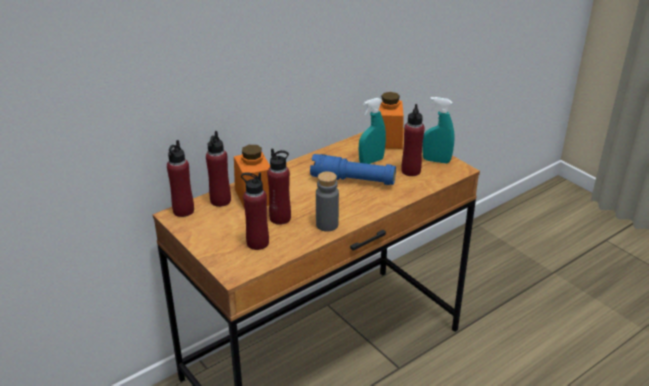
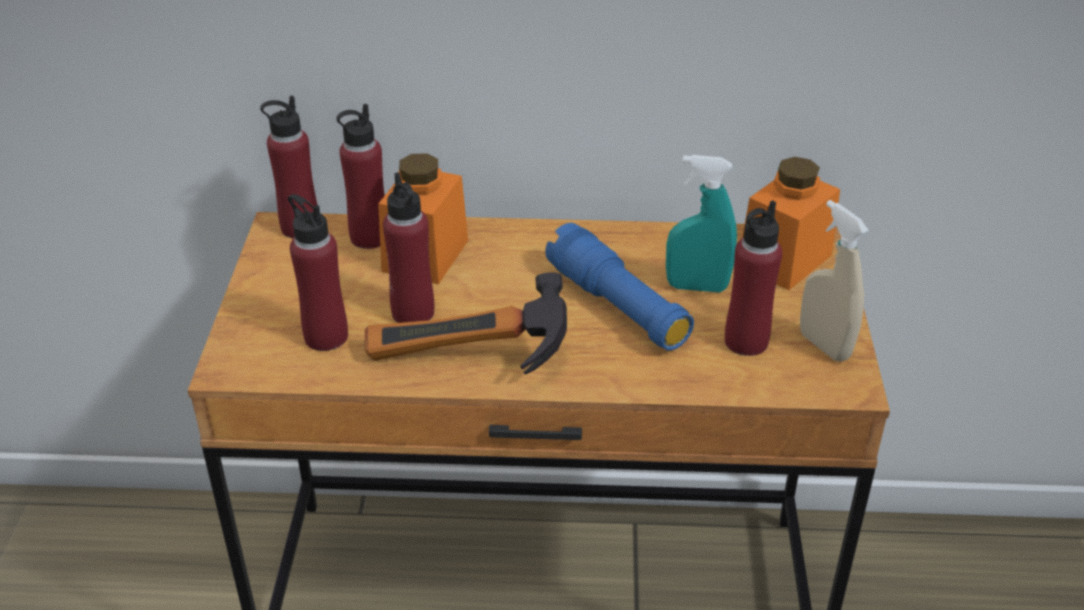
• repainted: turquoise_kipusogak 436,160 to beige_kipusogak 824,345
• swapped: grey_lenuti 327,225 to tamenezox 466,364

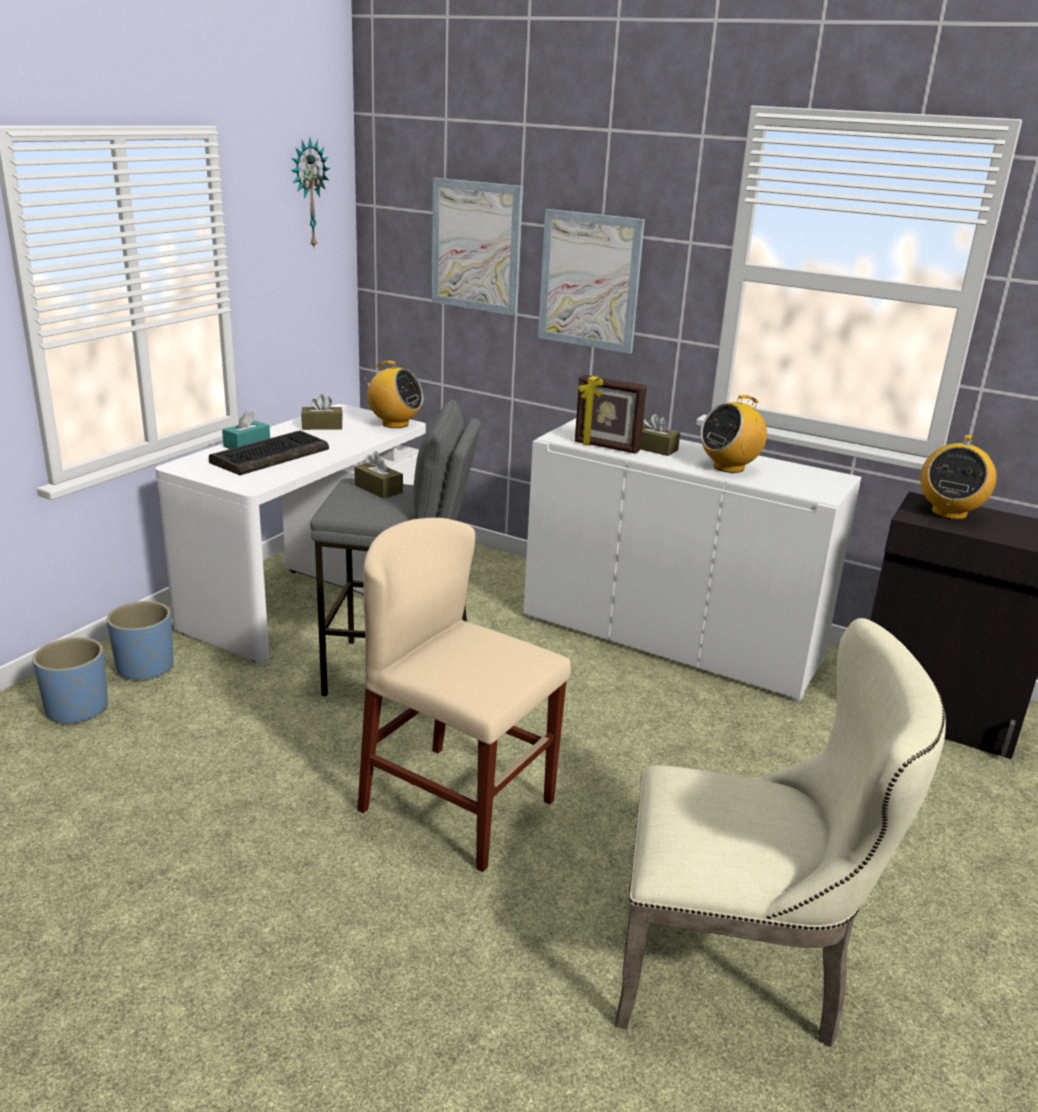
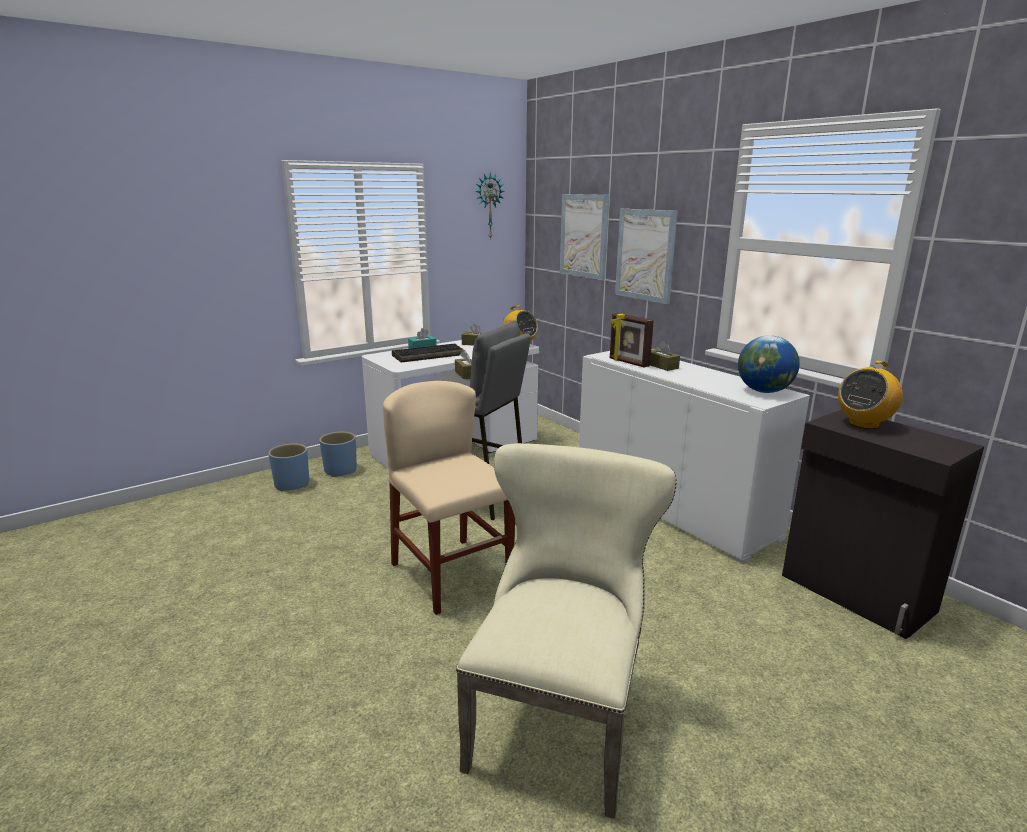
• gone: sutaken 729,467
• rotated: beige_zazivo 740,969 = 559,719 105 degrees counterclockwise
• new: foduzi 764,391

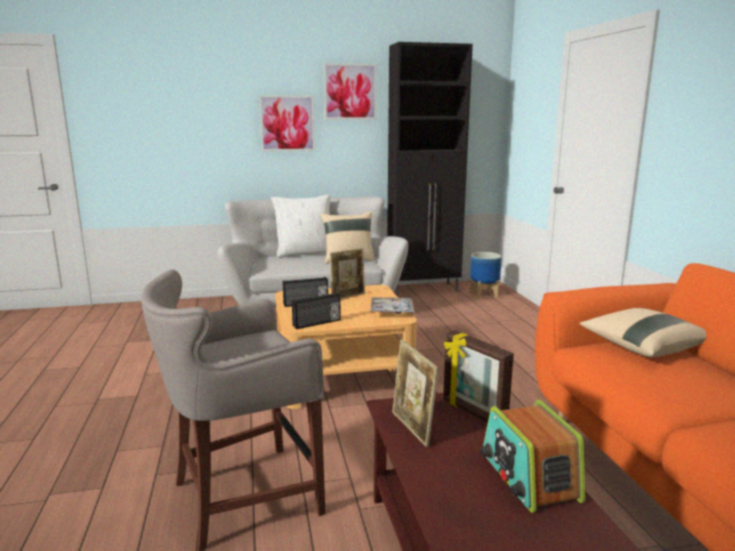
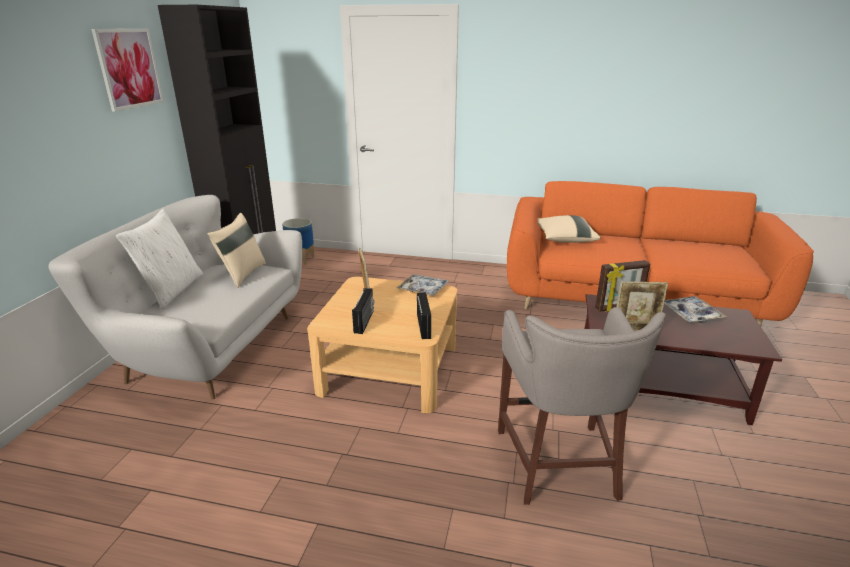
• gone: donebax 287,123
• swapped: sutaken 528,477 to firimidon 691,314

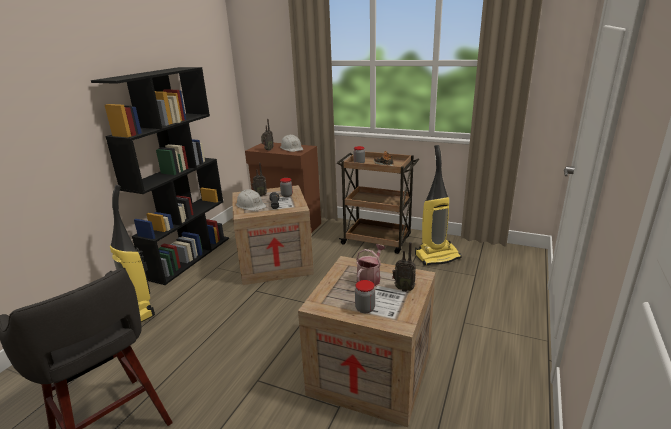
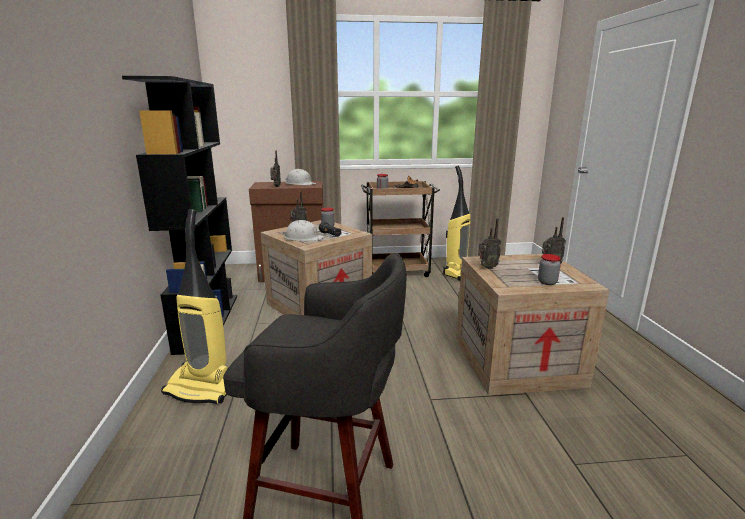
• gone: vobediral 370,278
• new: sutaken 487,267

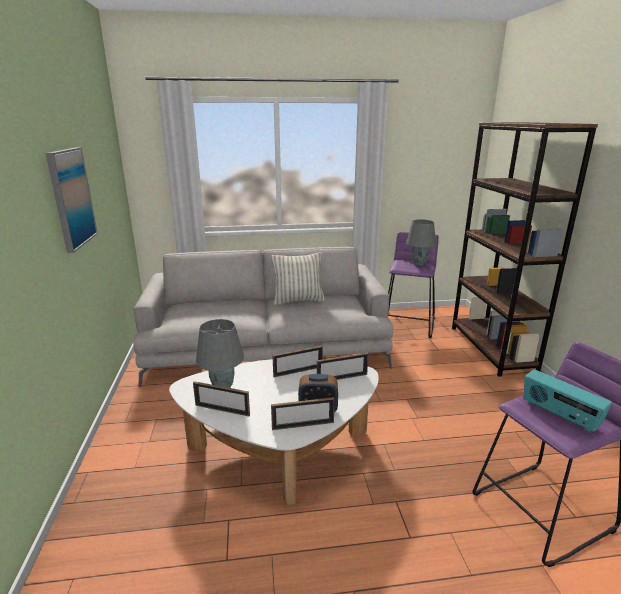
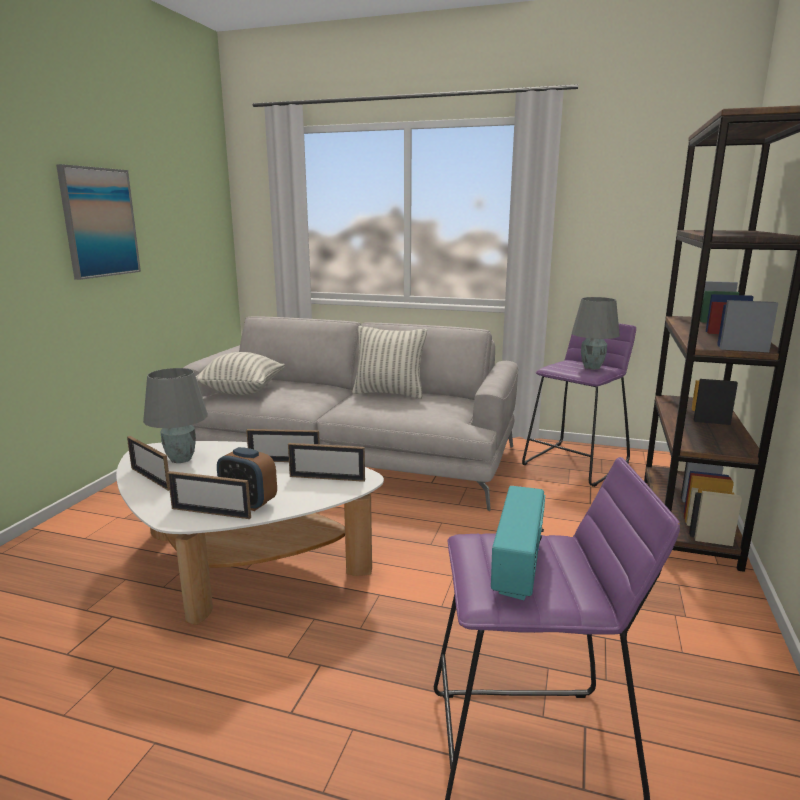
• rotated: sutaken 559,415 = 518,567 150 degrees counterclockwise
• new: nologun 242,391

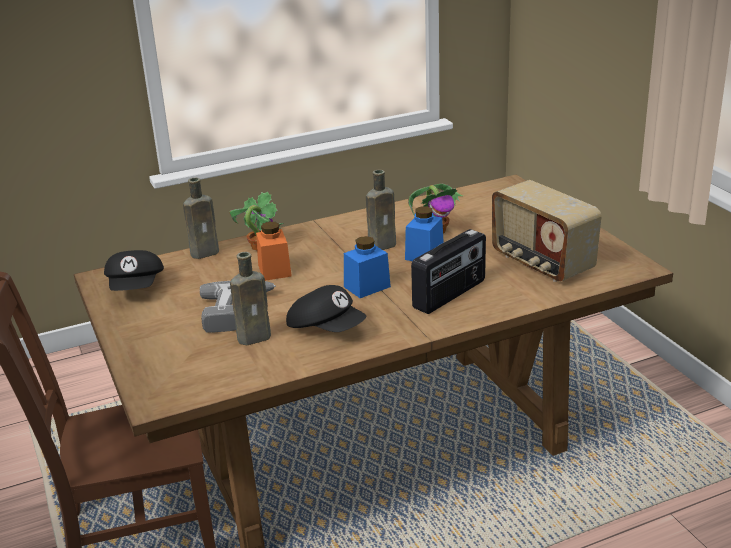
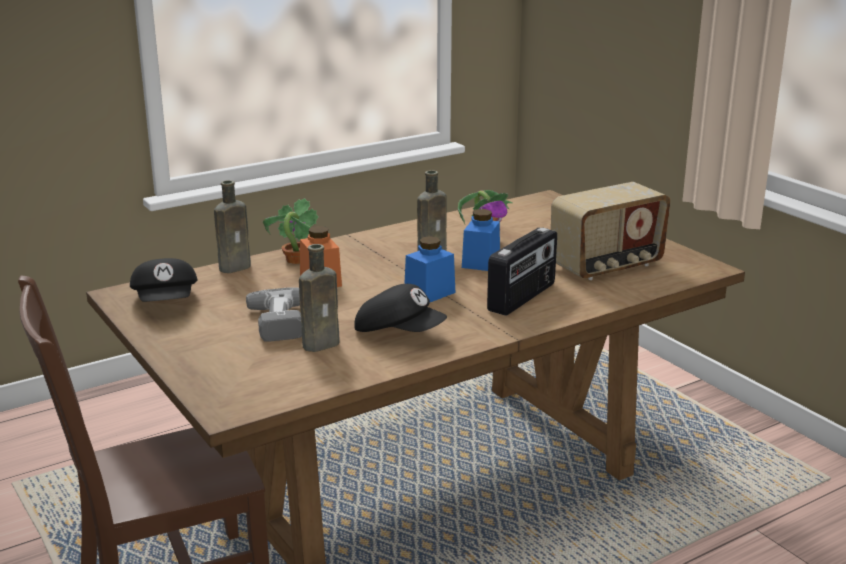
• rotated: sutaken 541,263 = 607,267 75 degrees counterclockwise

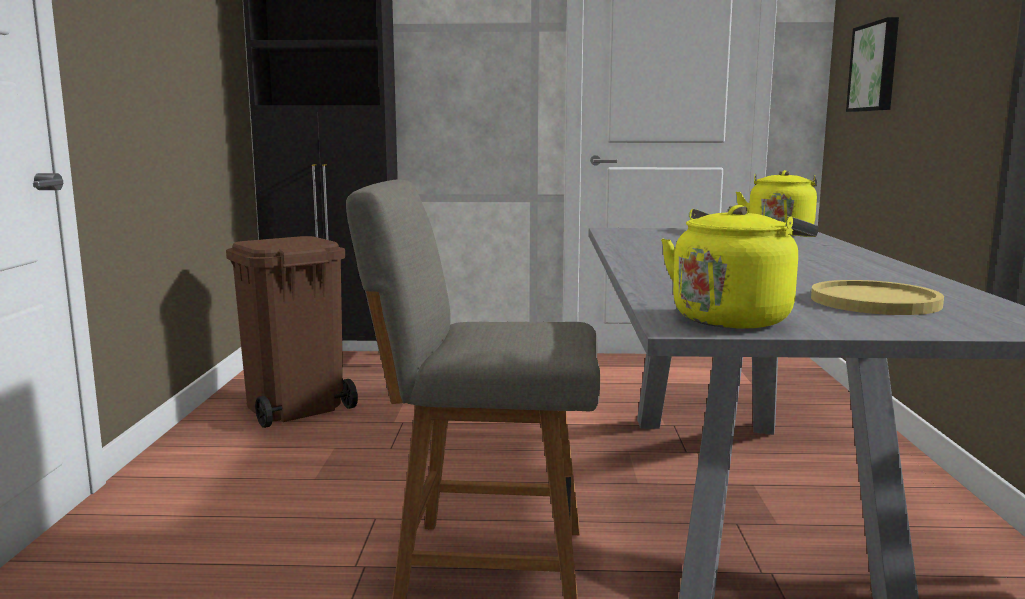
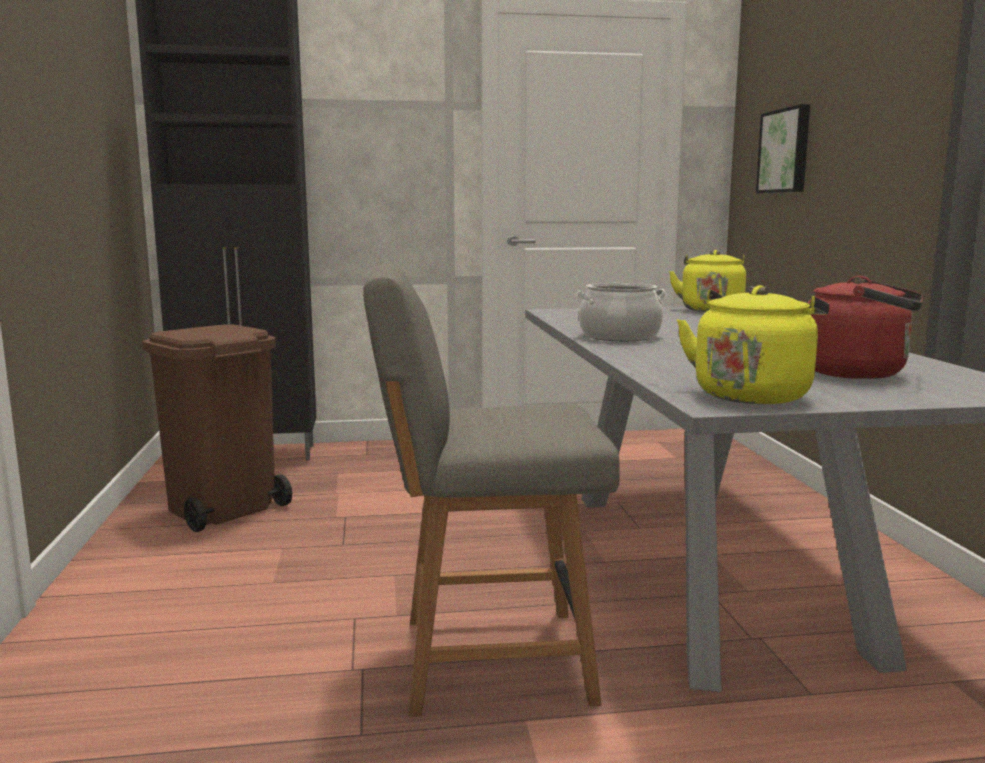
• swapped: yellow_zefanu 874,301 to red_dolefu 859,373
• new: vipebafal 619,336

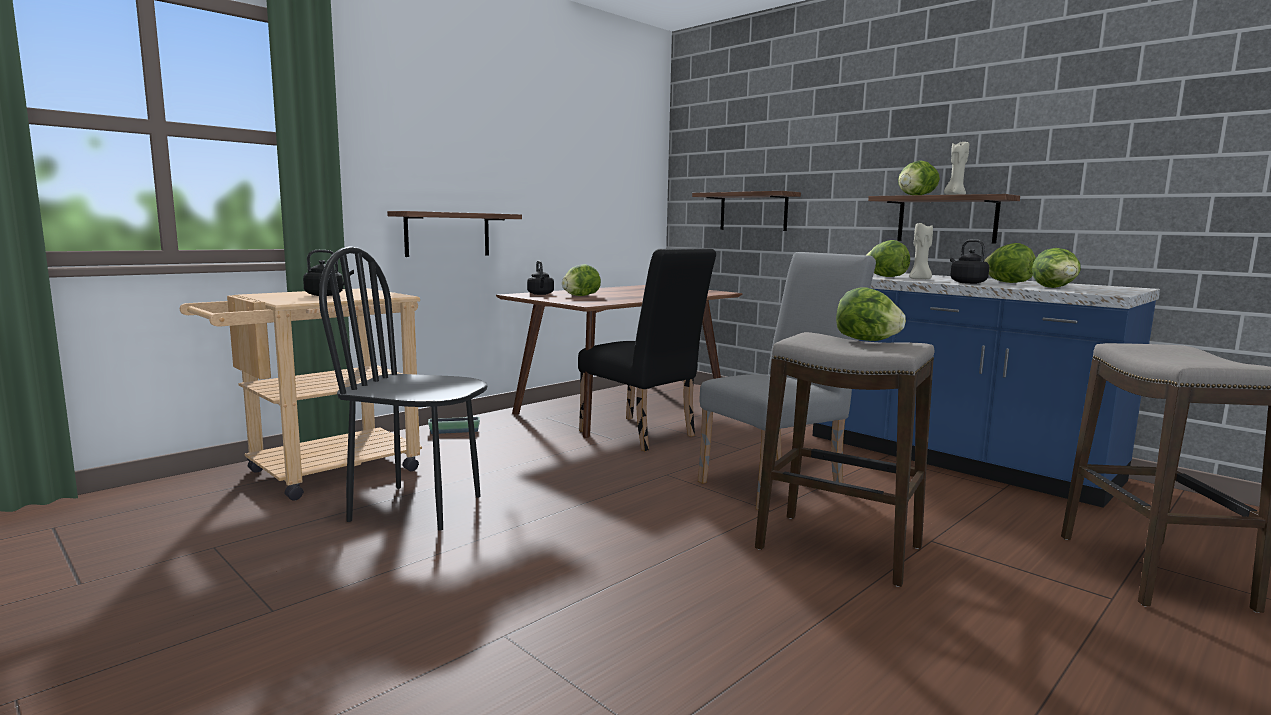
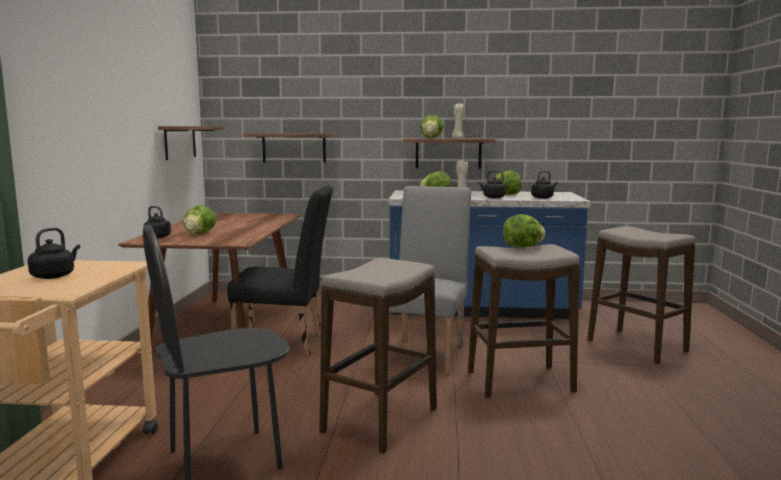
• shifted: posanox 447,234 to 180,142
• swapped: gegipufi 1055,288 to black_dolefu 543,197
• gone: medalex 454,431
• new: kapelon 379,421

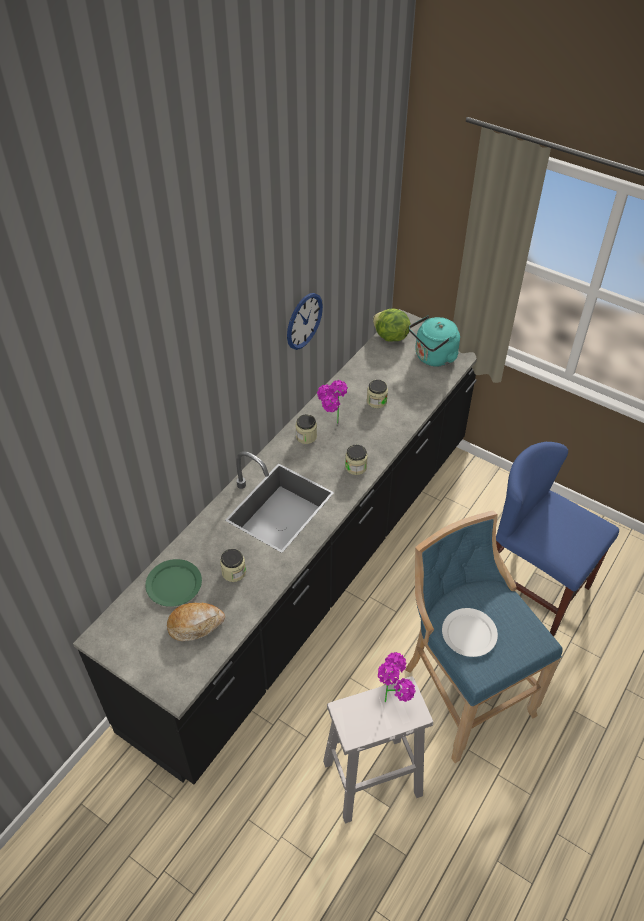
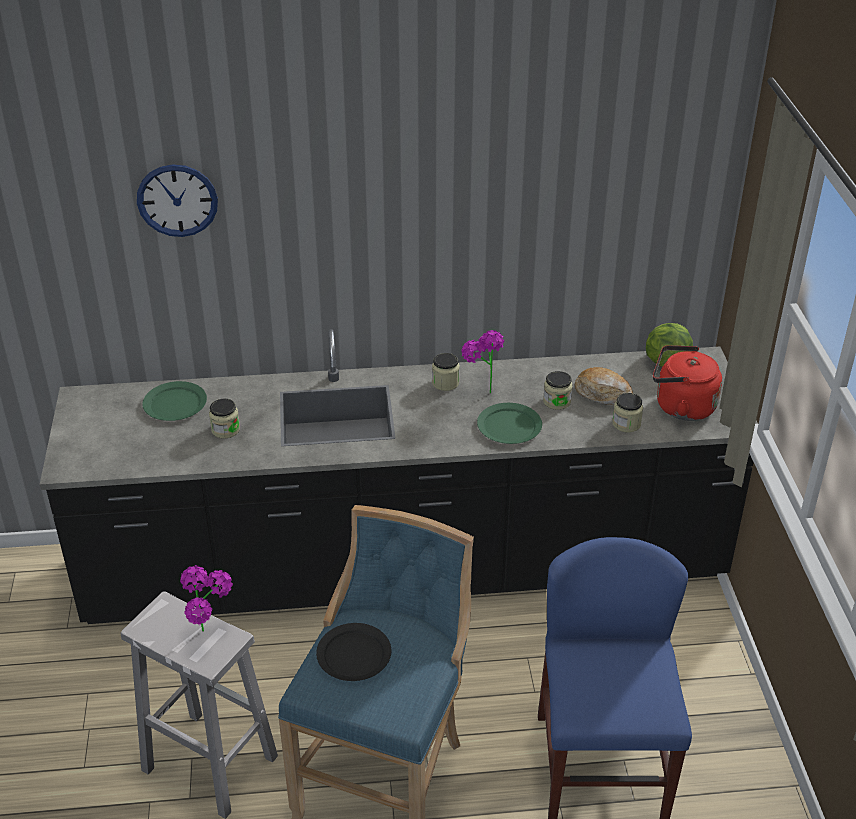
• shifted: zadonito 304,321 to 177,200
• repainted: turquoise_dolefu 433,357 to red_dolefu 681,406
• shifted: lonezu 356,467 to 626,424
• shifted: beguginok 195,625 to 603,394
• repainted: white_zefanu 469,633 to black_zefanu 354,654
• new: green_zefanu 509,426

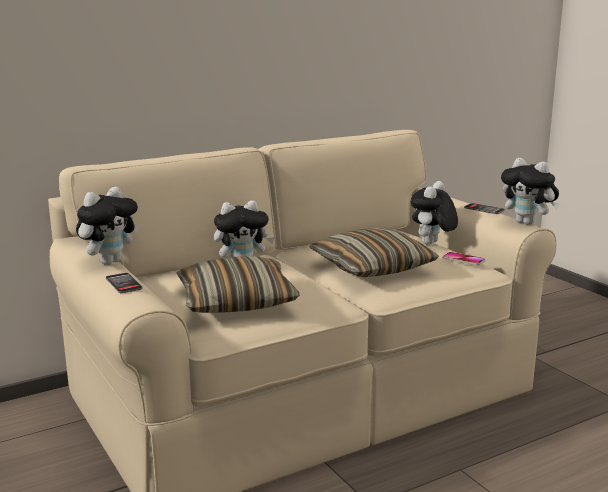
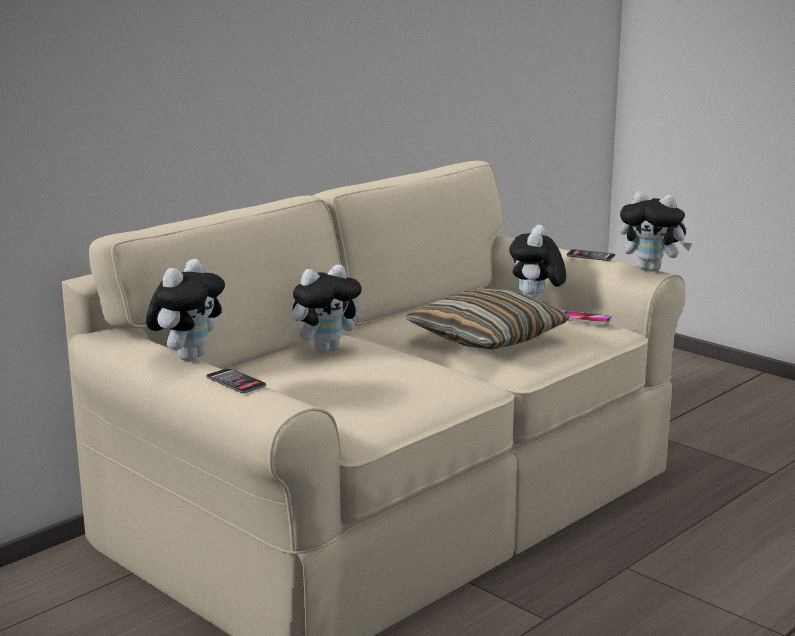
• gone: nologun 236,301

